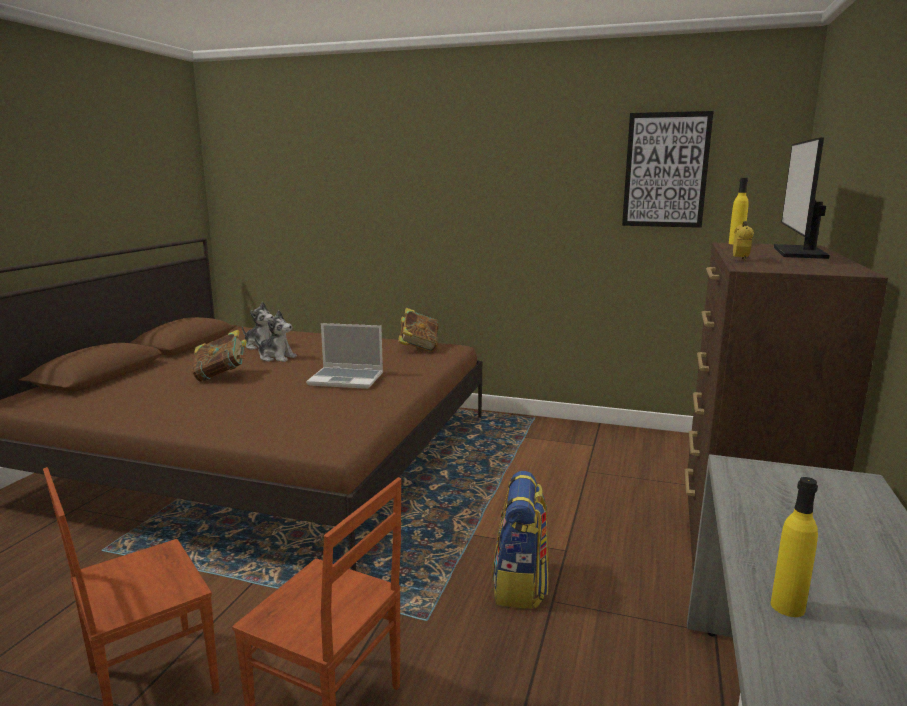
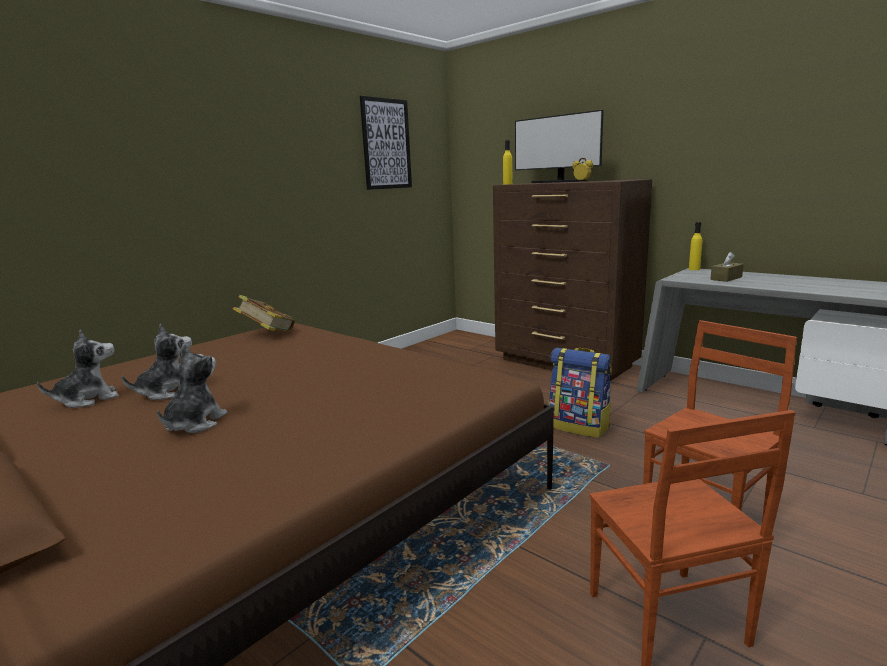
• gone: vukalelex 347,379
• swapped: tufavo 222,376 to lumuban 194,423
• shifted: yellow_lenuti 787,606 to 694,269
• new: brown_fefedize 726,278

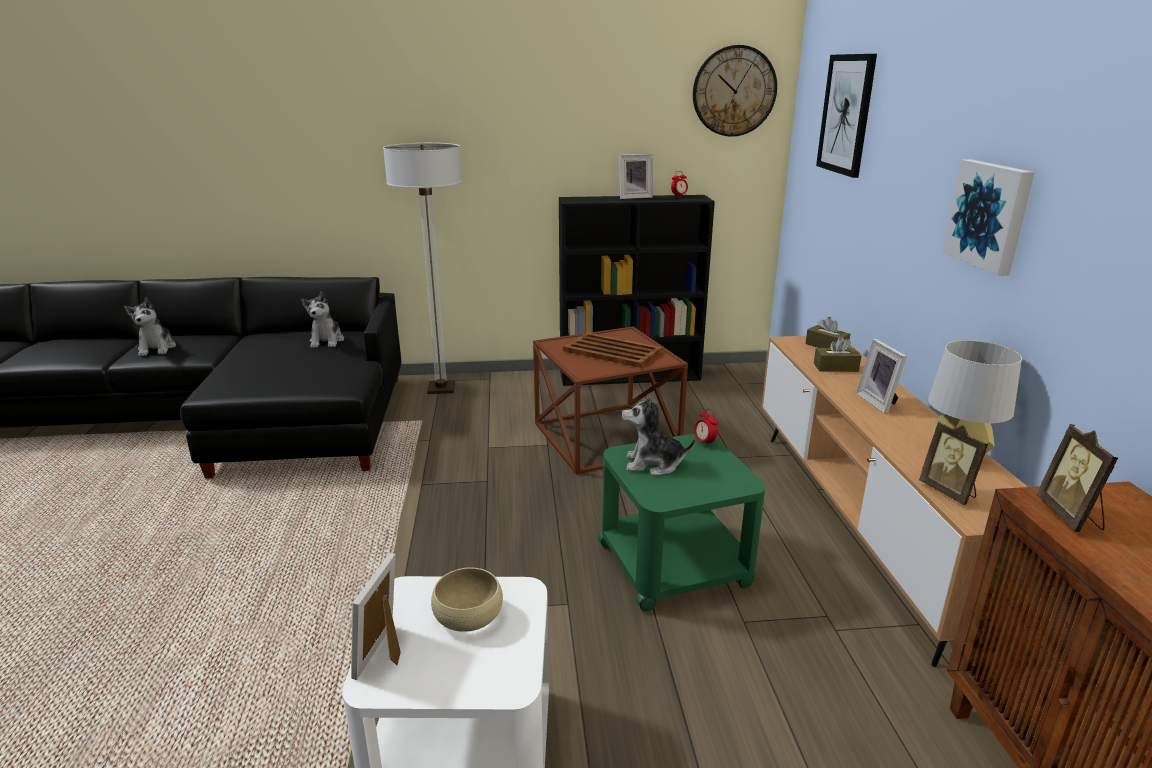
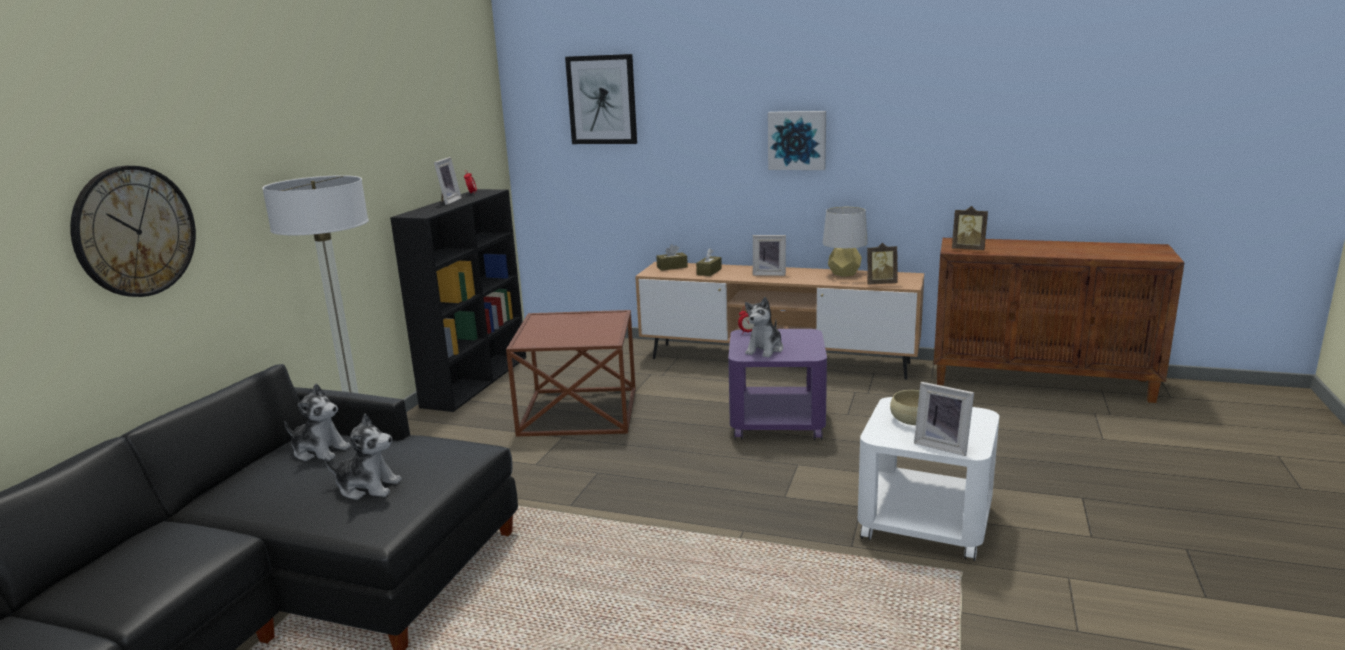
• shifted: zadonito 734,91 to 134,231
• shifted: lumuban 157,348 to 368,487
• gone: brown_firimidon 611,351
• repainted: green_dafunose 675,563 to purple_dafunose 776,421

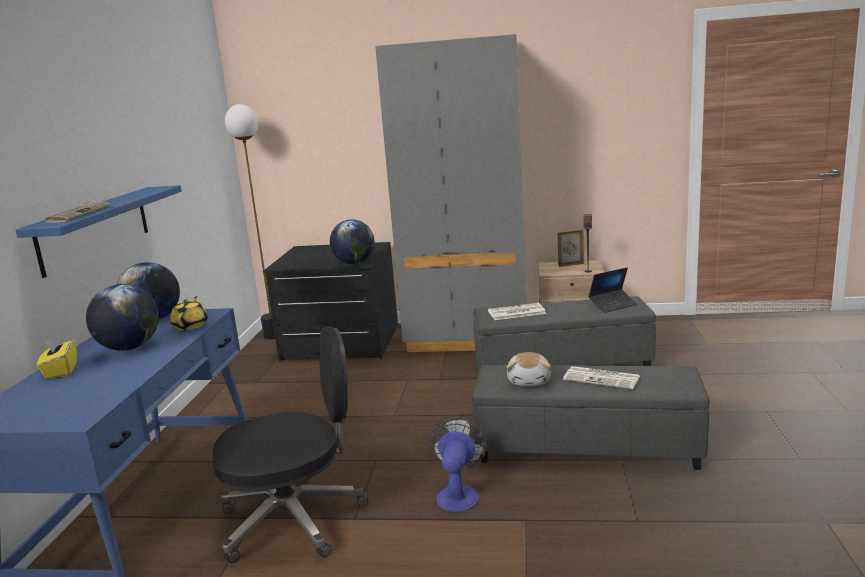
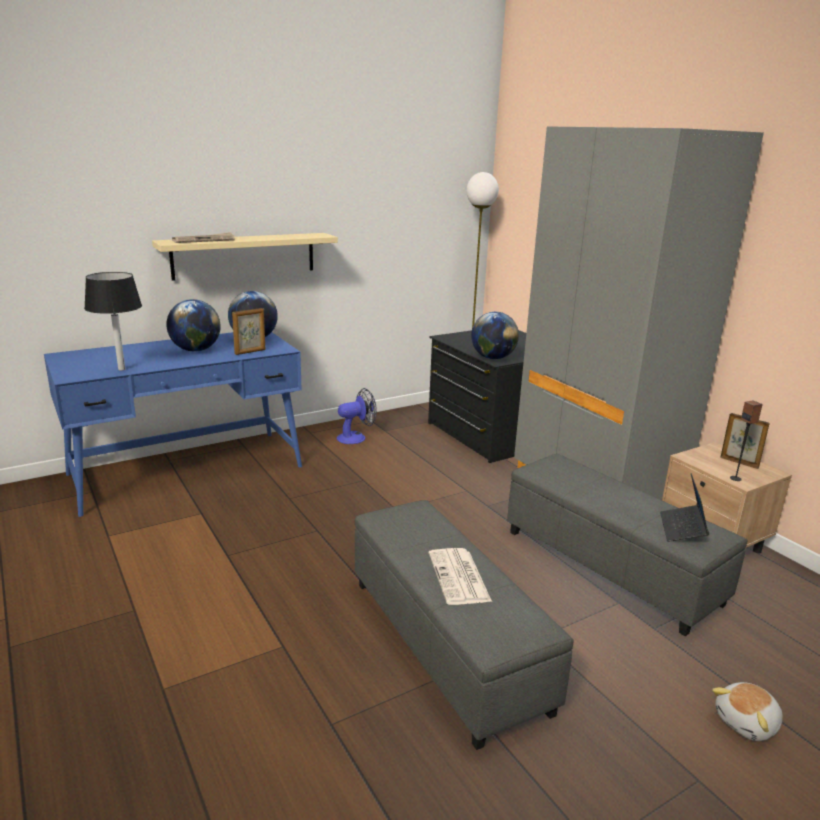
• repainted: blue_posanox 95,228 to beige_posanox 244,255
• rotated: vukalelex 613,305 = 682,529 75 degrees clockwise
• swapped: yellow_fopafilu 191,326 to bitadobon 250,352
• gone: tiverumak 516,312
• gone: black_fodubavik 295,518
• gone: yellow_fefedize 61,371
• shifted: lumuban 529,381 to 747,723
• shifted: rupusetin 458,493 to 356,437
• new: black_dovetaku 121,369

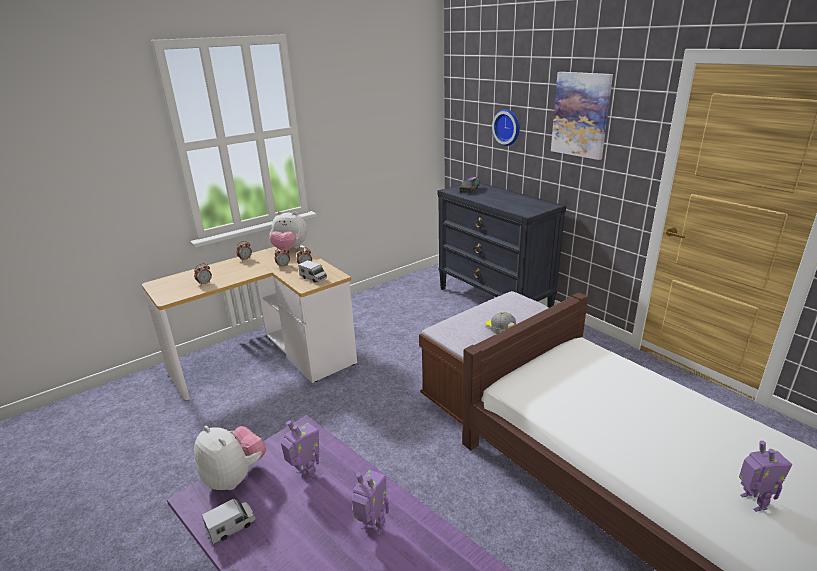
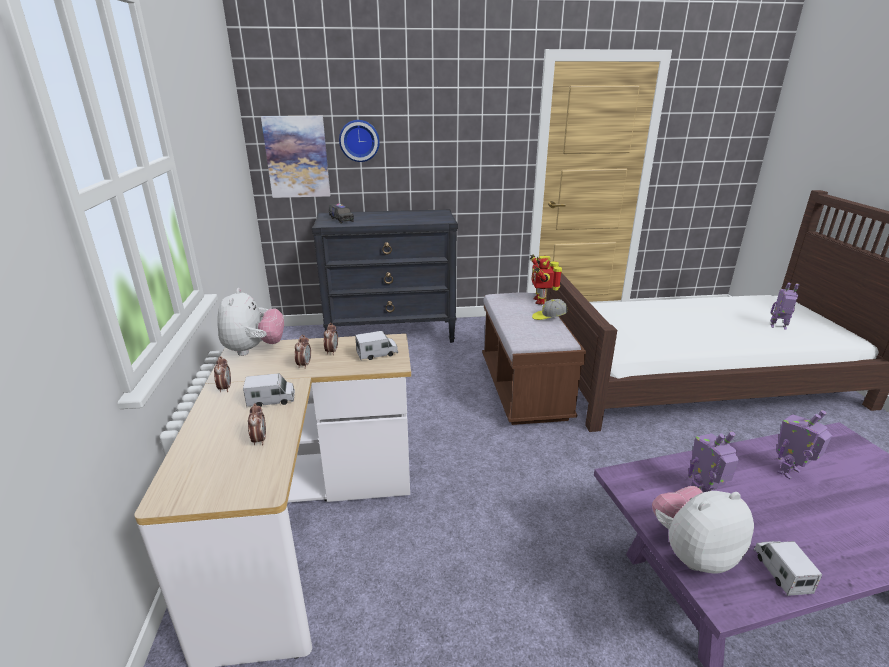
• shifted: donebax 581,115 to 297,157
• rotated: lumuban 290,249 = 254,349 45 degrees counterclockwise
• new: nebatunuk 541,300
• new: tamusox 271,400

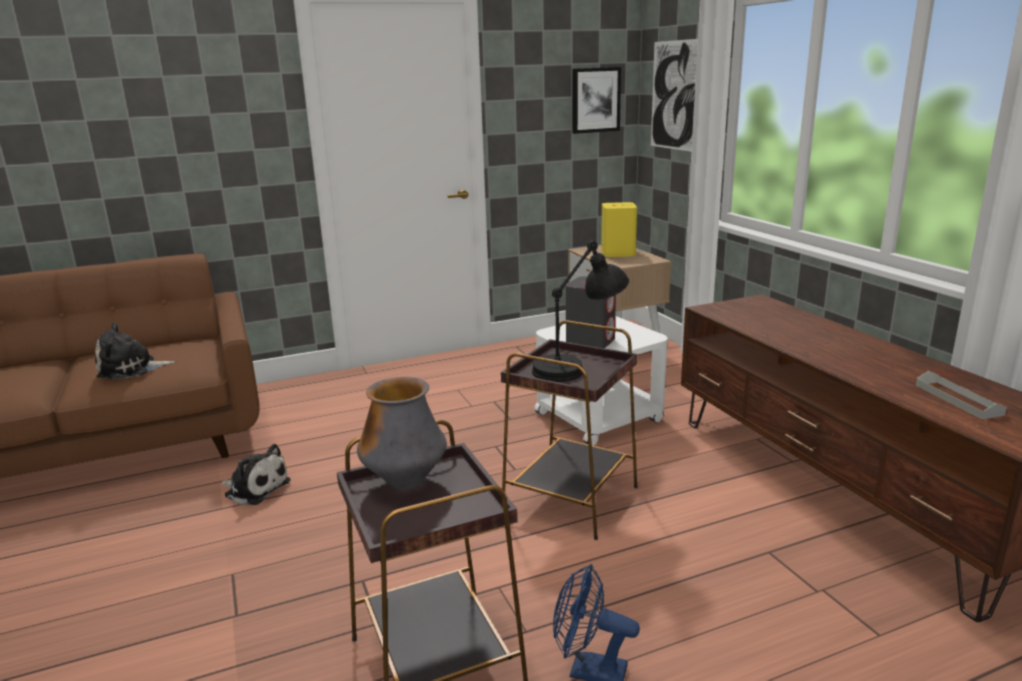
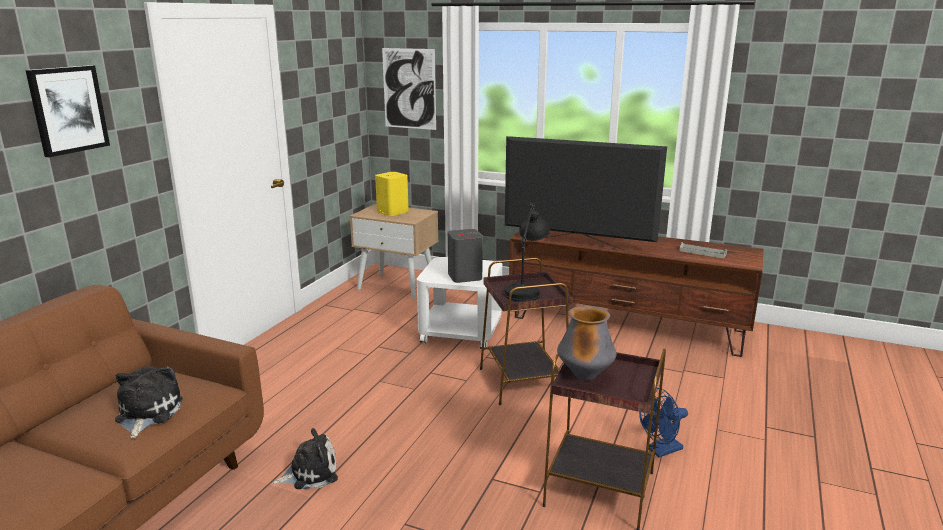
• shifted: donebax 595,100 to 68,110
• rotated: lumuban 131,369 = 147,413 150 degrees clockwise
• new: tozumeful 577,244

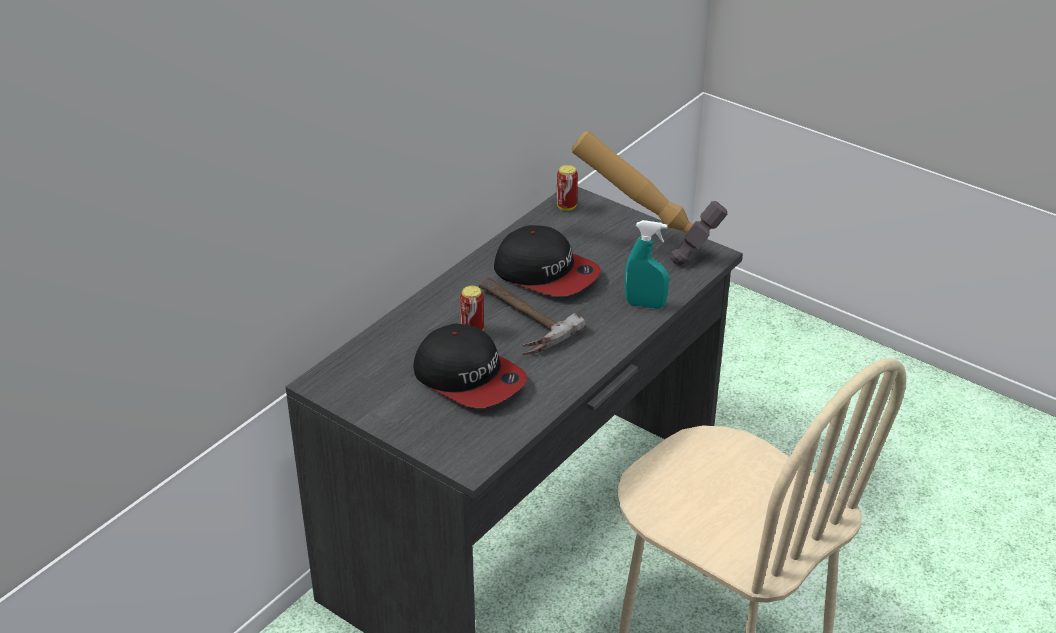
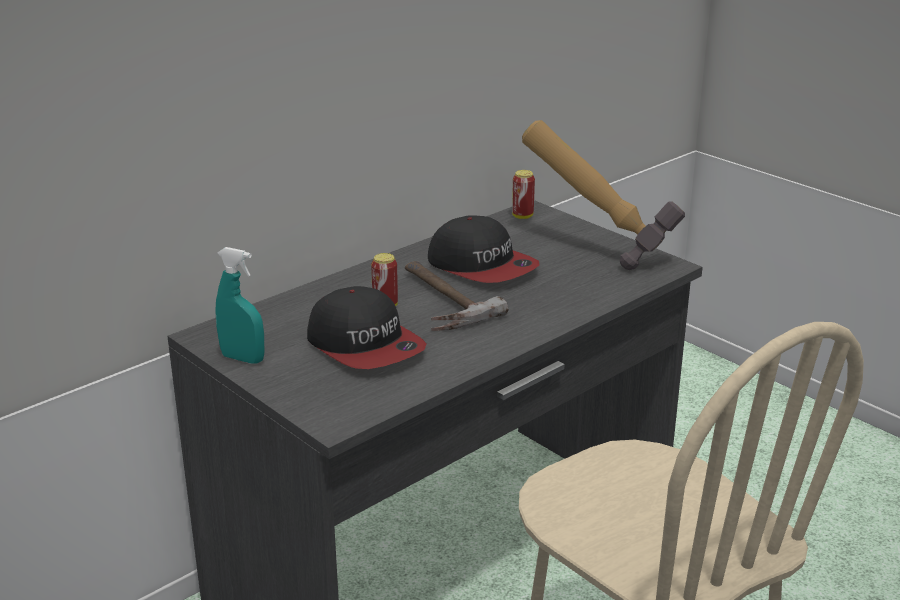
• shifted: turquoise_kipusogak 645,304 to 243,358

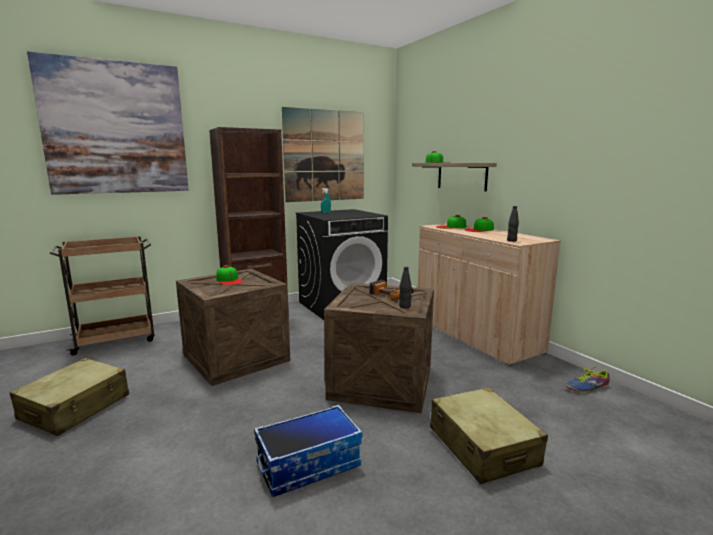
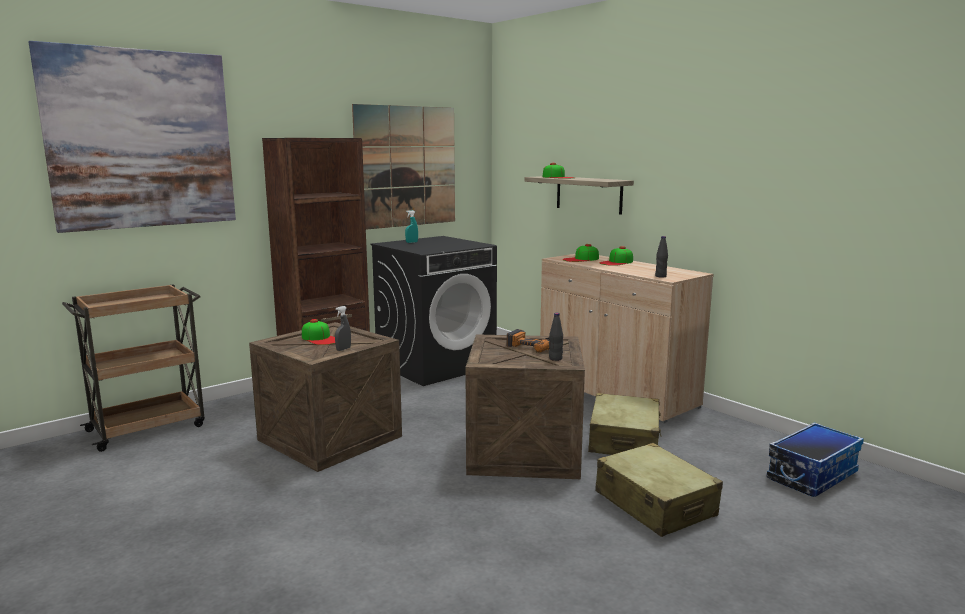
• shifted: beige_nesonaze 76,407 to 624,440
• gone: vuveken 587,387
• shifted: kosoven 309,464 to 811,475
• new: grey_kipusogak 343,349

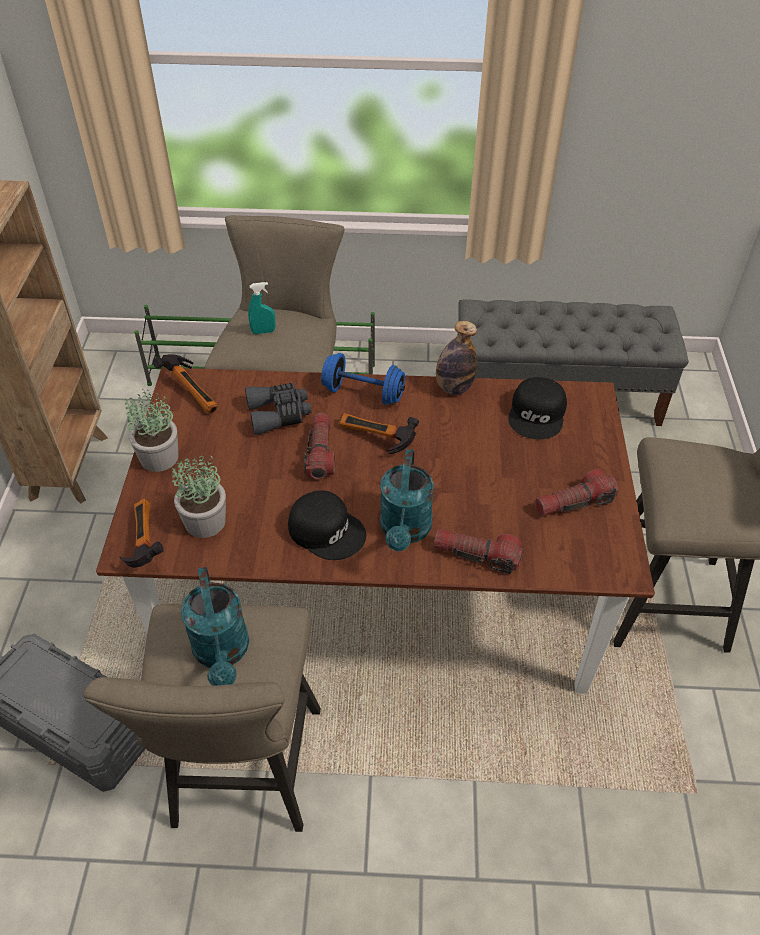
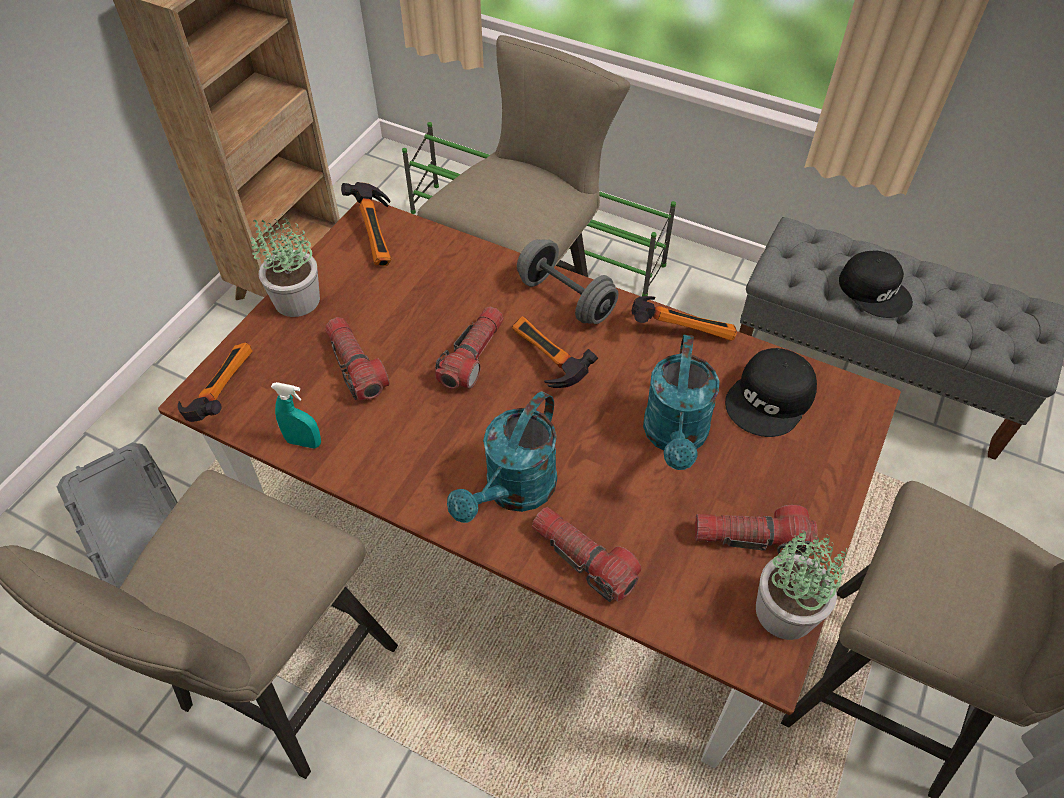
• shifted: turquoise_kipusogak 263,331 to 304,442
• swapped: lenuti 454,388 to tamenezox 680,328
• repainted: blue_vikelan 363,393 to grey_vikelan 566,299
• gone: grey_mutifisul 279,414
• shifted: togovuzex 206,522 to 786,613
• shifted: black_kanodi 327,530 to 875,290
• shifted: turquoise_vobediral 222,653 to 675,437
• new: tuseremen 356,367

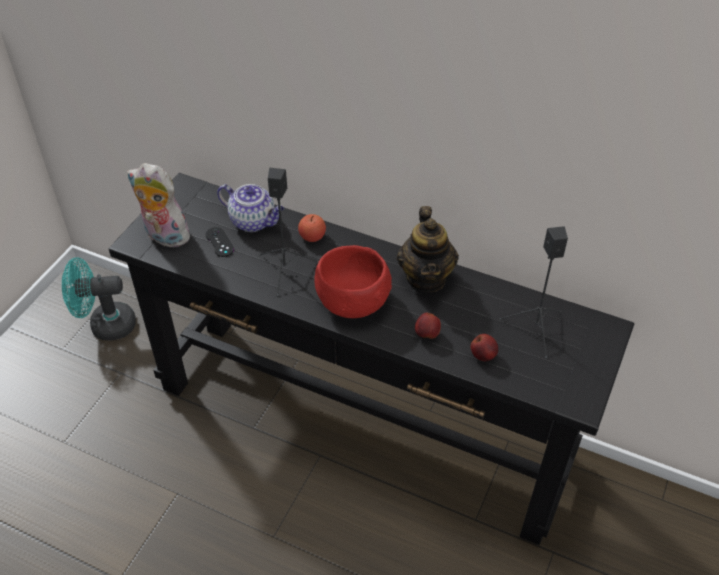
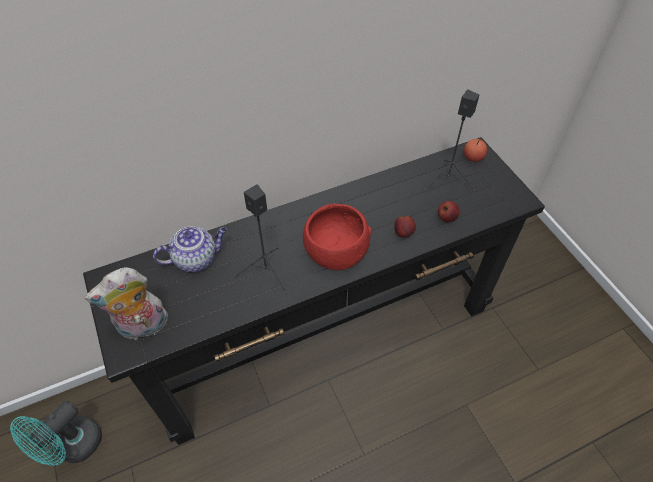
• gone: fopafilu 426,277
• shifted: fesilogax 312,237 to 473,157
• gone: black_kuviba 219,242

